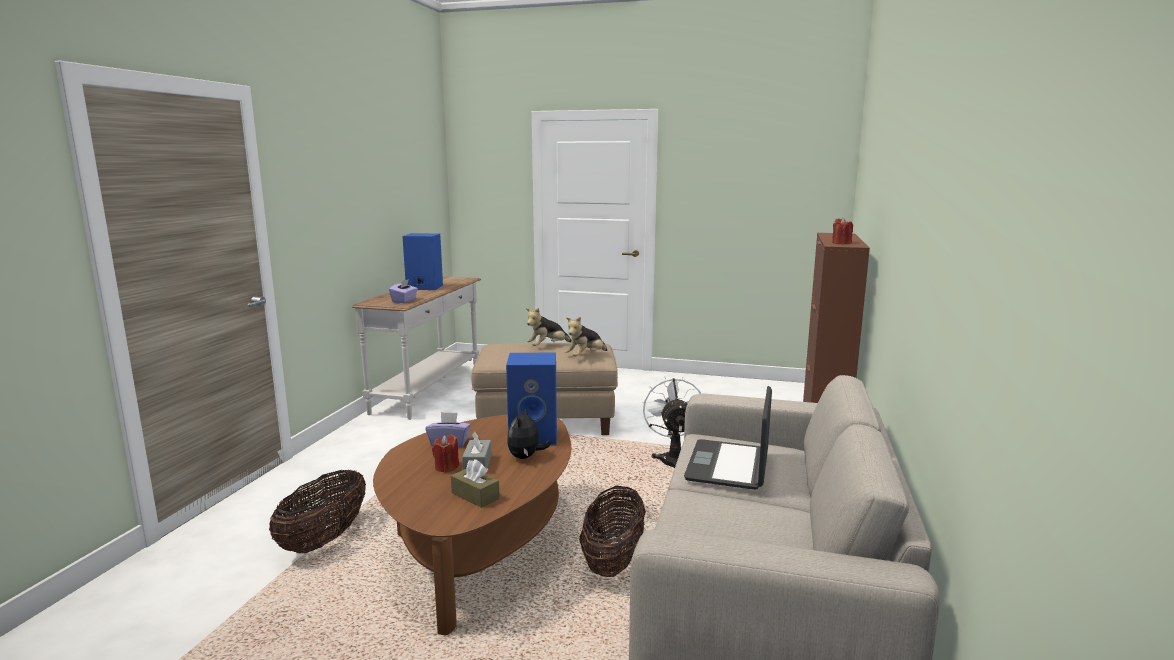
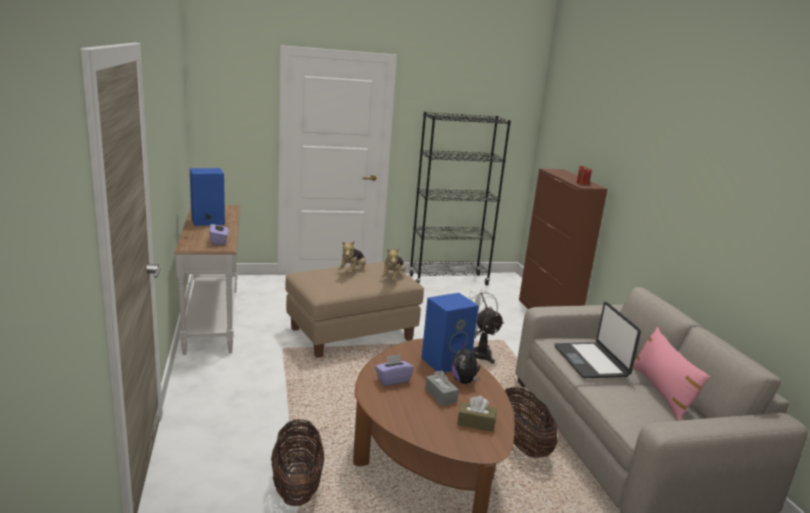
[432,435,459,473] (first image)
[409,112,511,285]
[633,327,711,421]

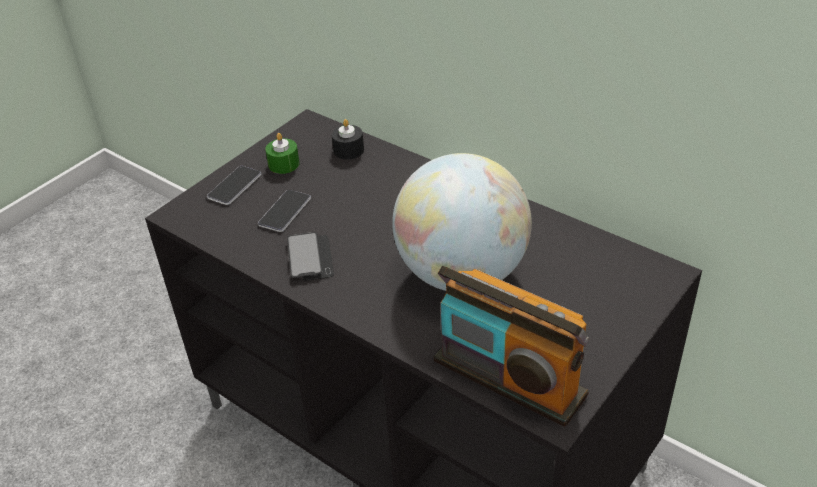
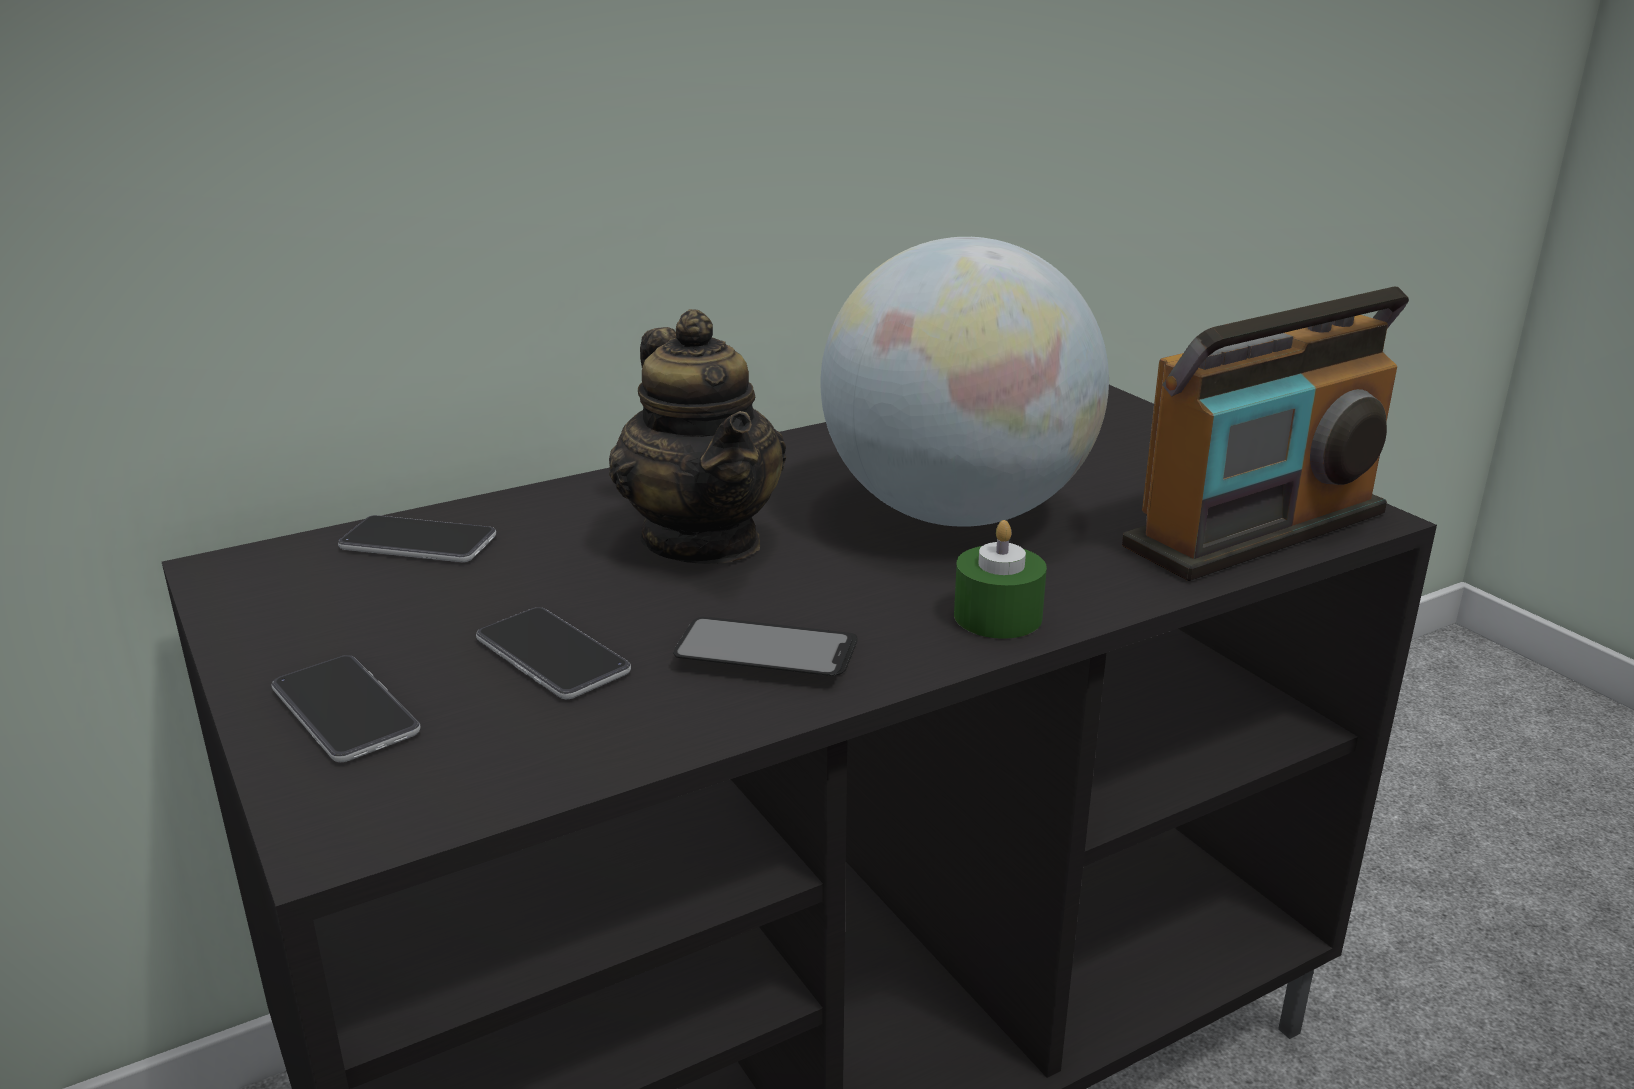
[609,309,786,564]
[954,520,1047,639]
[338,515,496,562]

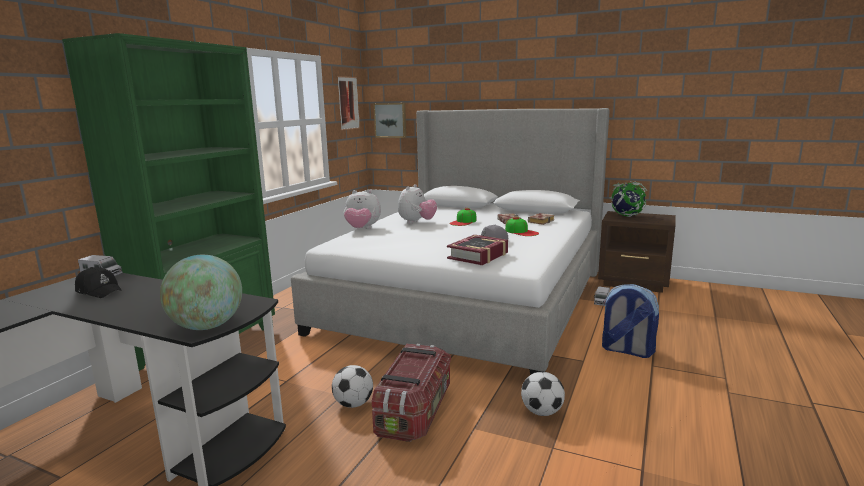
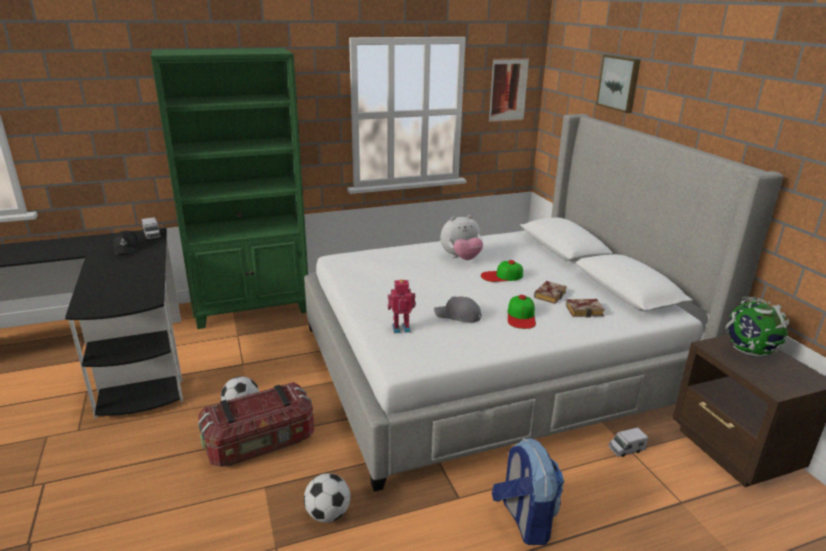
[160,255,242,330] (first image)
[344,190,381,229] (first image)
[596,55,641,113]
[388,279,416,333]

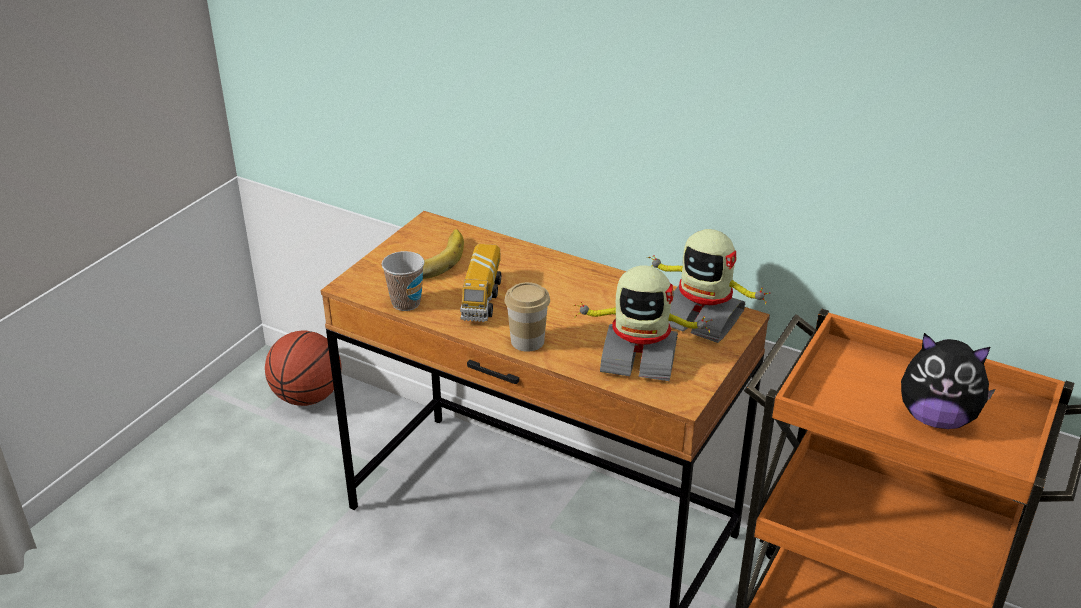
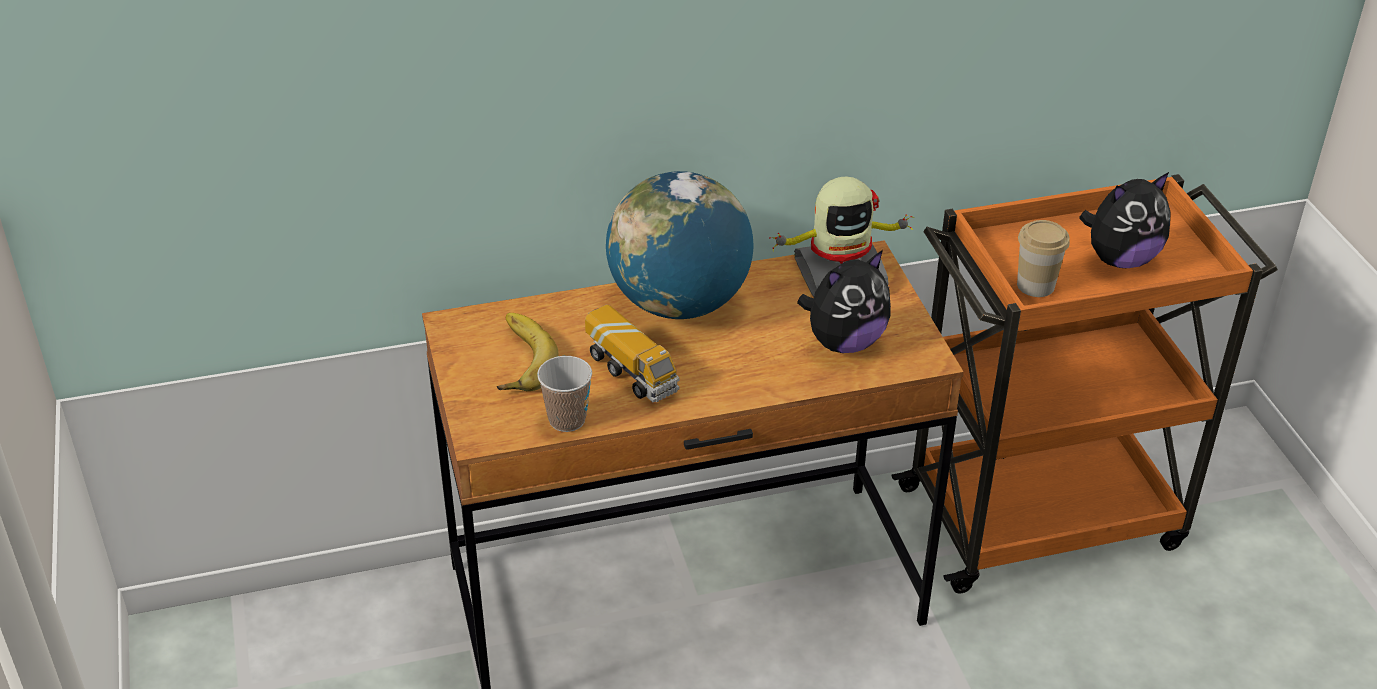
[265,331,341,406] (first image)
[606,171,754,319]
[1017,220,1070,297]
[797,250,891,353]

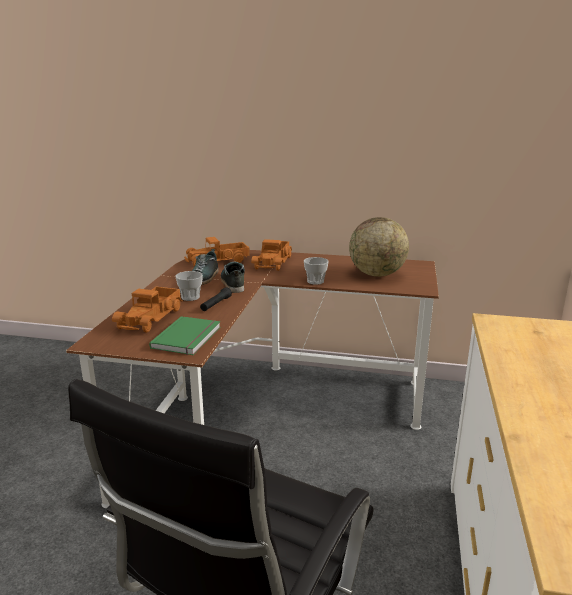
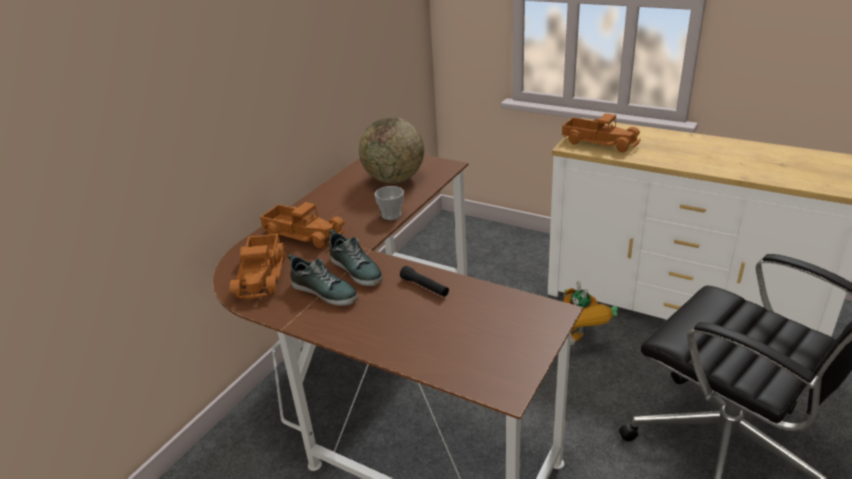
[149,316,221,355] (first image)
[175,271,203,301] (first image)
[563,281,618,345]
[562,113,641,152]
[330,229,382,286]

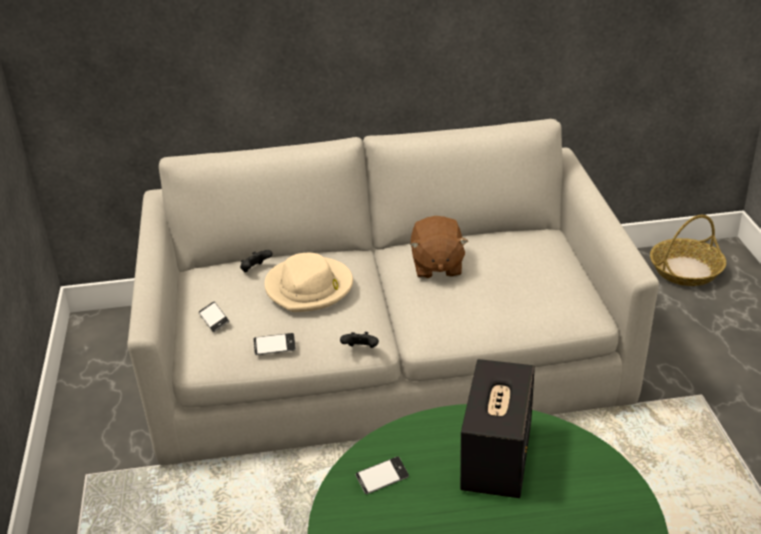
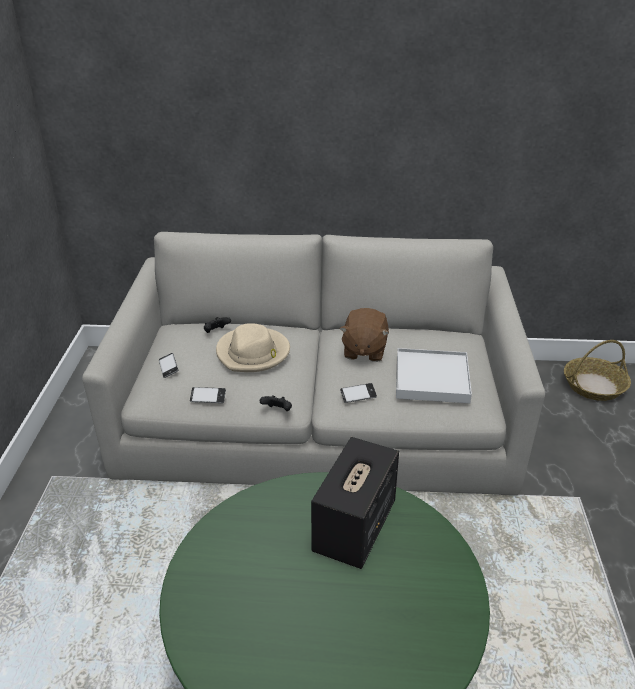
[396,348,472,403]
[340,383,377,403]

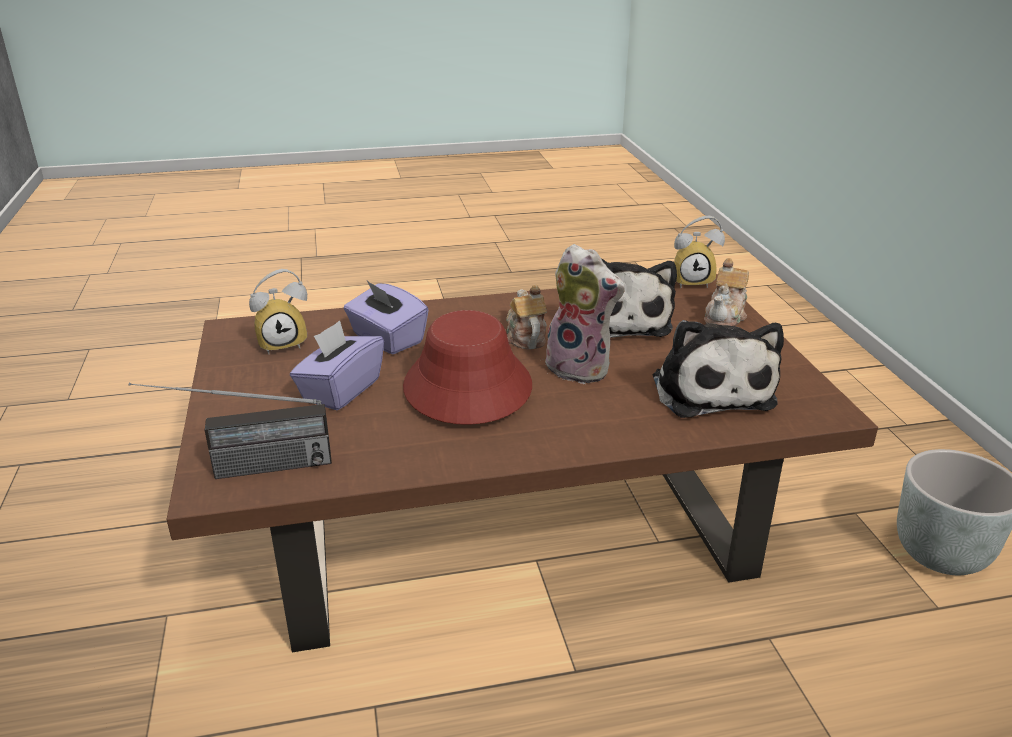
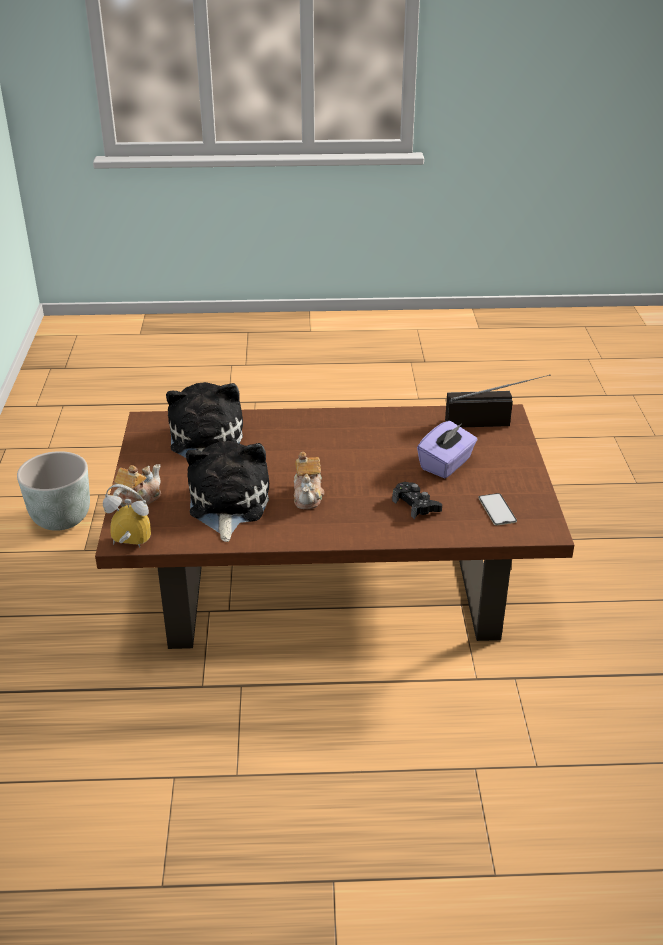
[403,310,532,425] (first image)
[545,244,625,384] (first image)
[478,493,517,525]
[392,482,442,519]

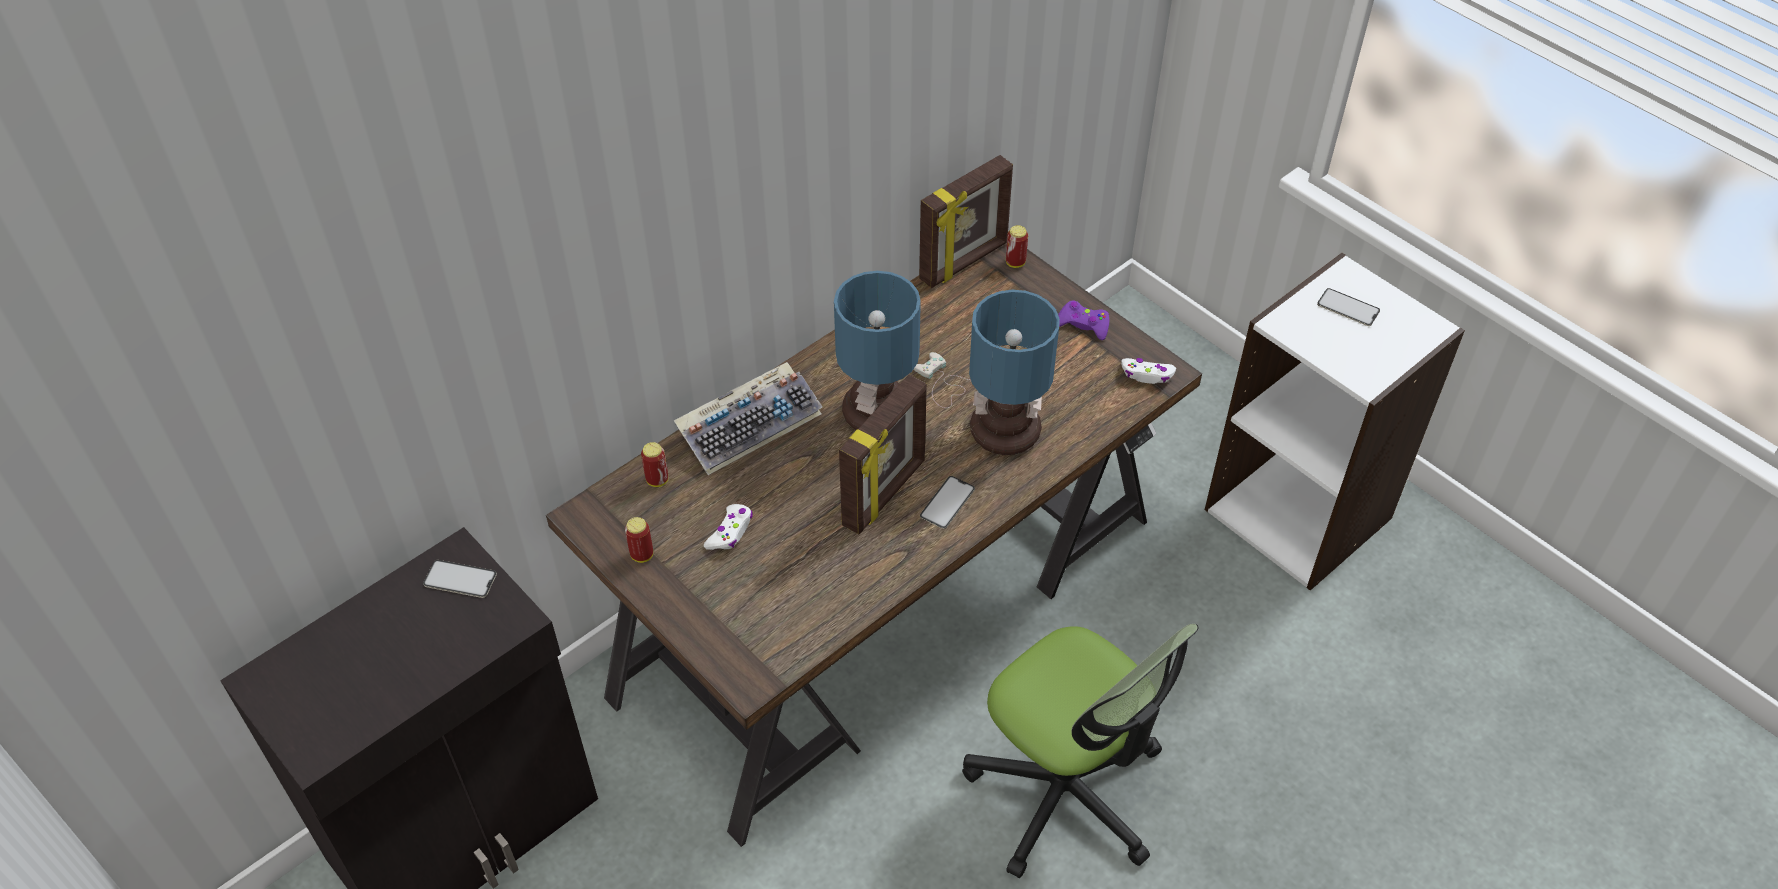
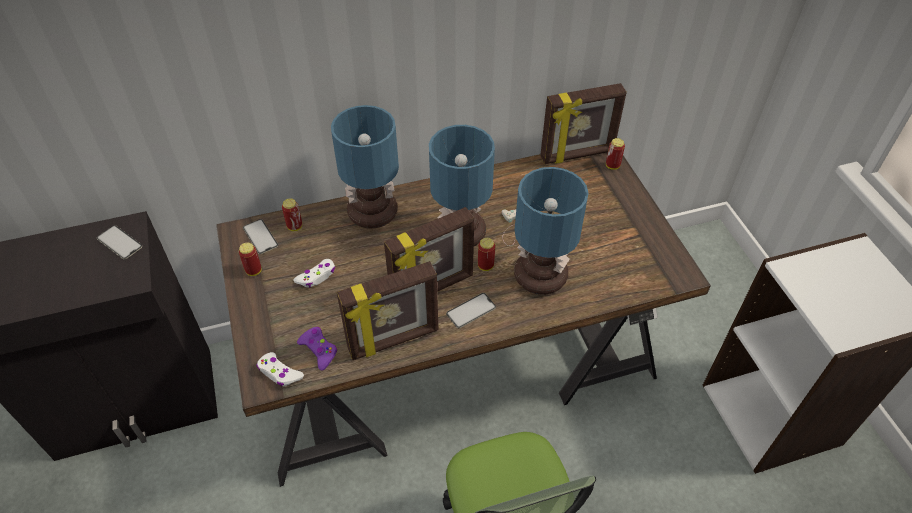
[337,261,439,360]
[478,238,495,271]
[297,327,337,371]
[256,352,304,386]
[243,219,278,254]
[331,105,399,228]

